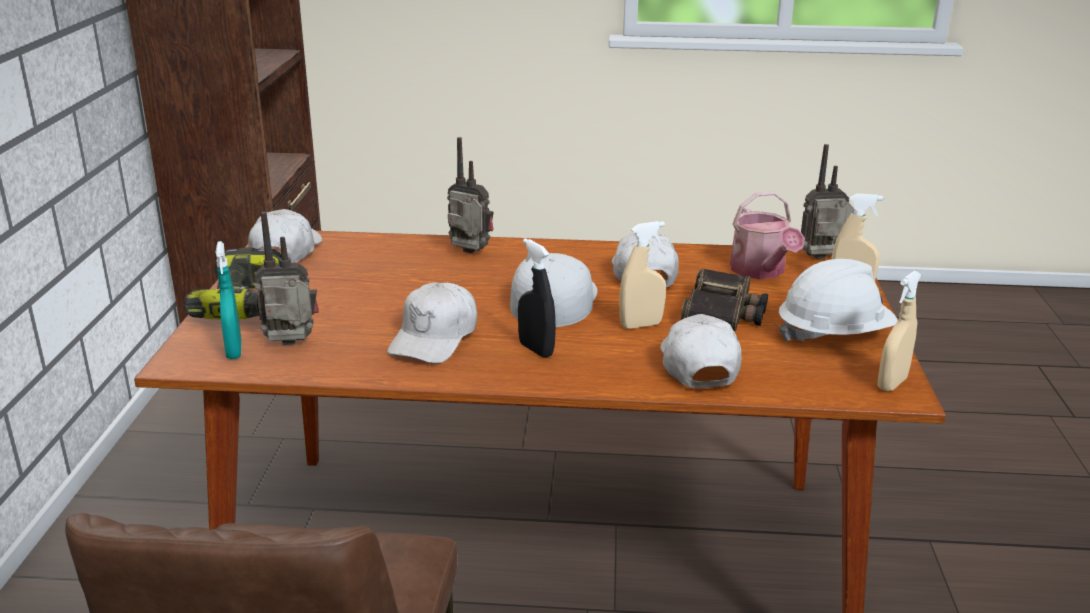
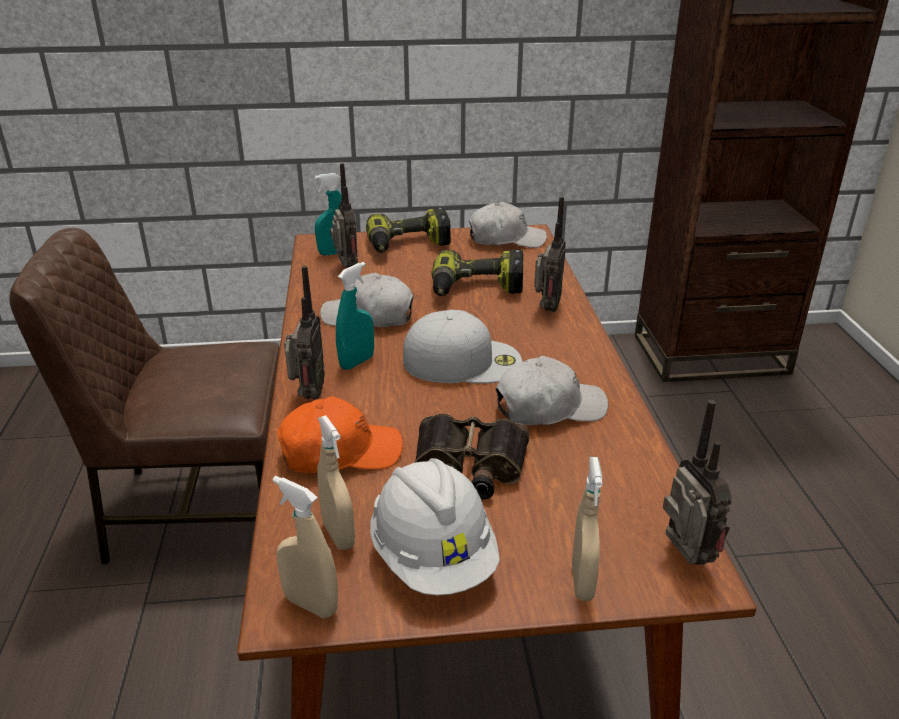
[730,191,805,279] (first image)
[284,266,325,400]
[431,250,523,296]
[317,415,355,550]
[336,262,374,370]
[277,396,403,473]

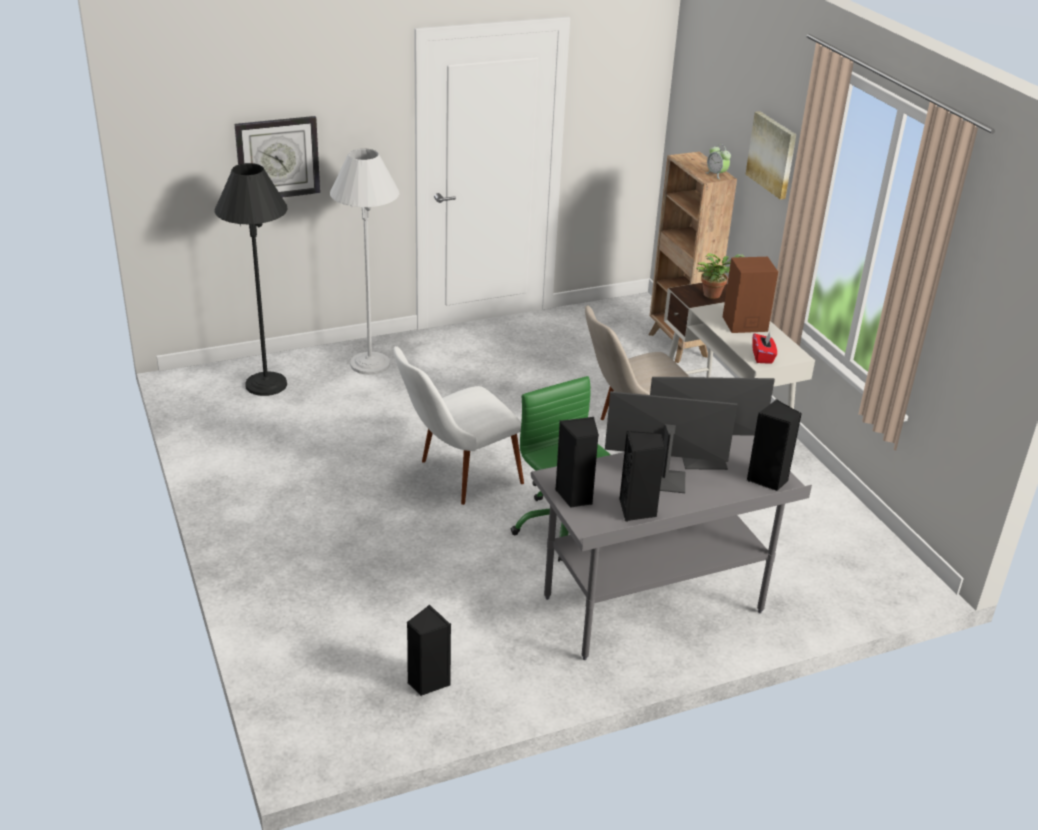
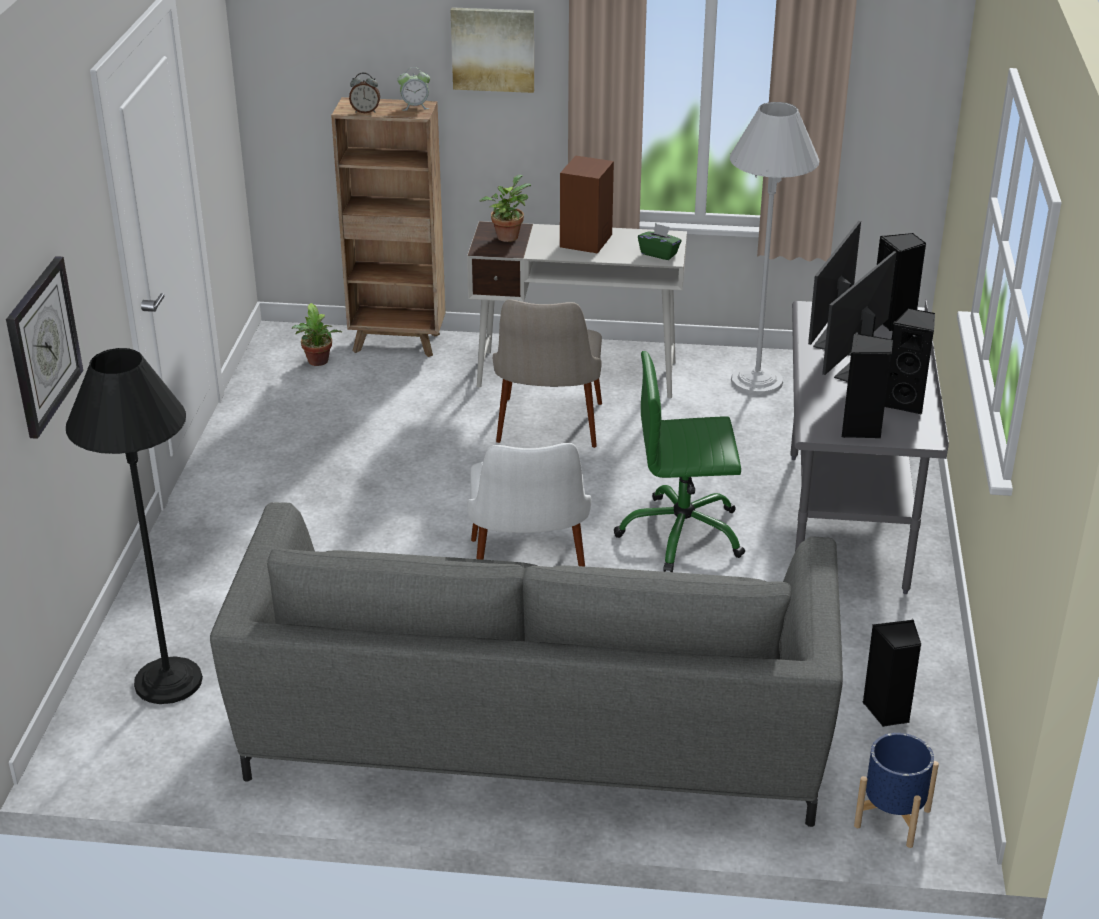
[210,502,843,827]
[292,303,342,366]
[349,72,380,113]
[854,733,939,848]
[730,102,819,395]
[638,223,682,260]

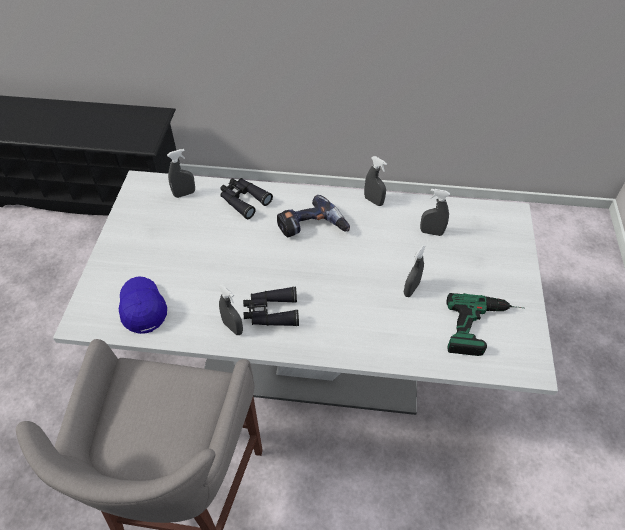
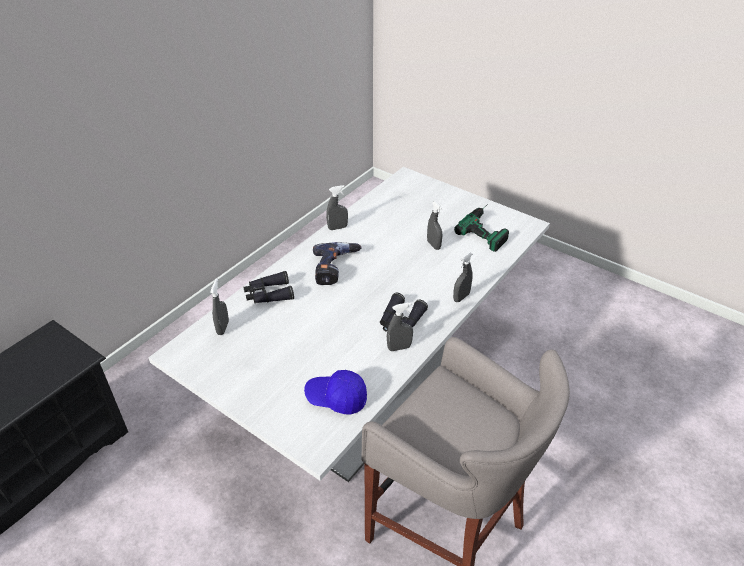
[453,252,473,302]

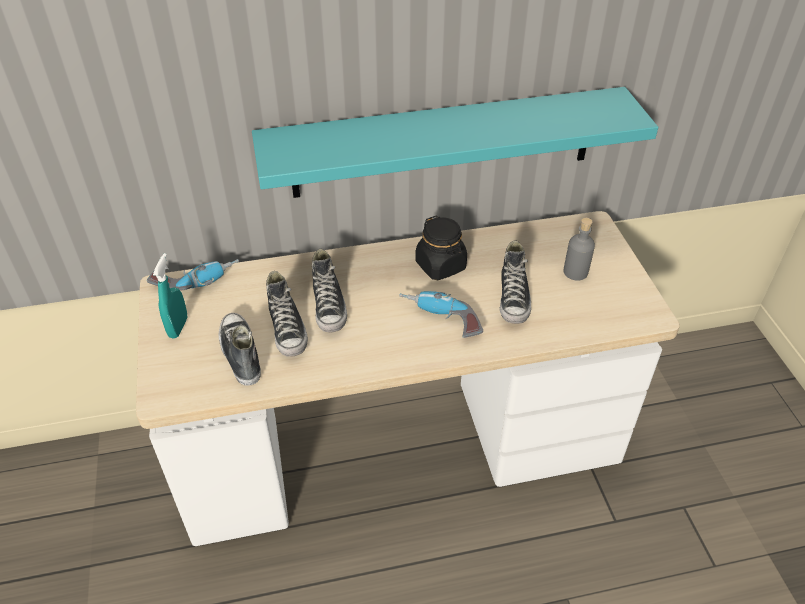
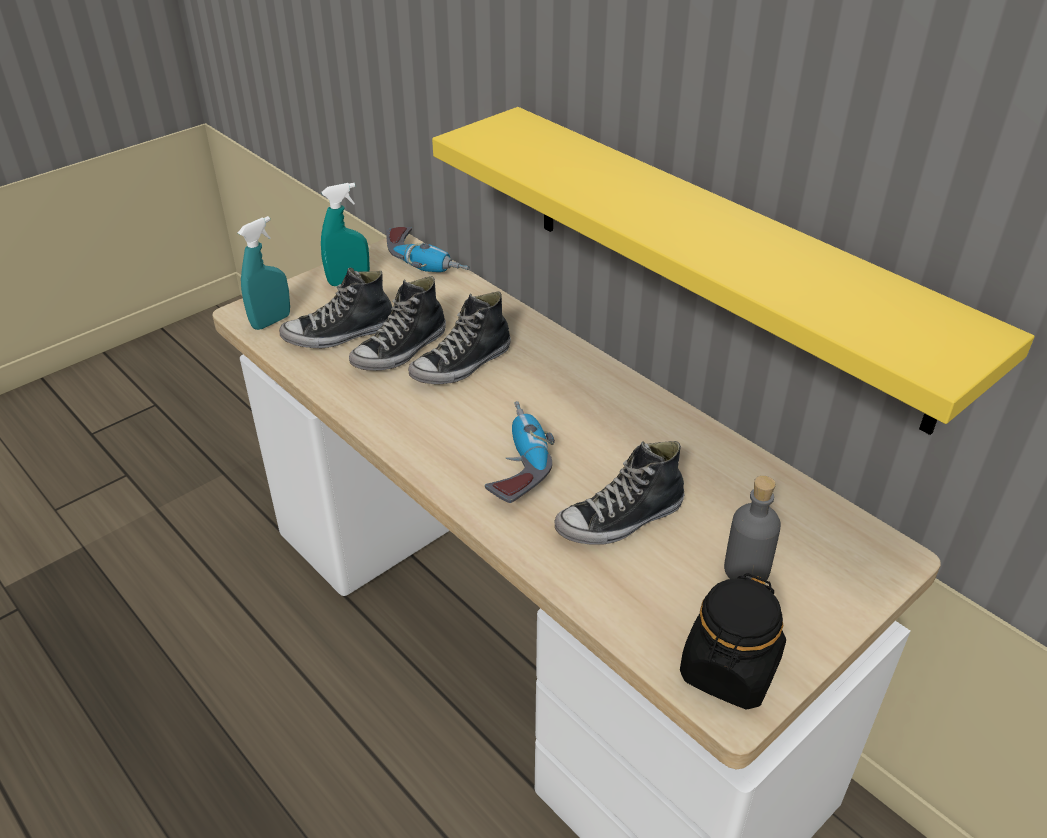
[238,216,290,330]
[680,573,786,709]
[432,107,1034,435]
[279,267,392,349]

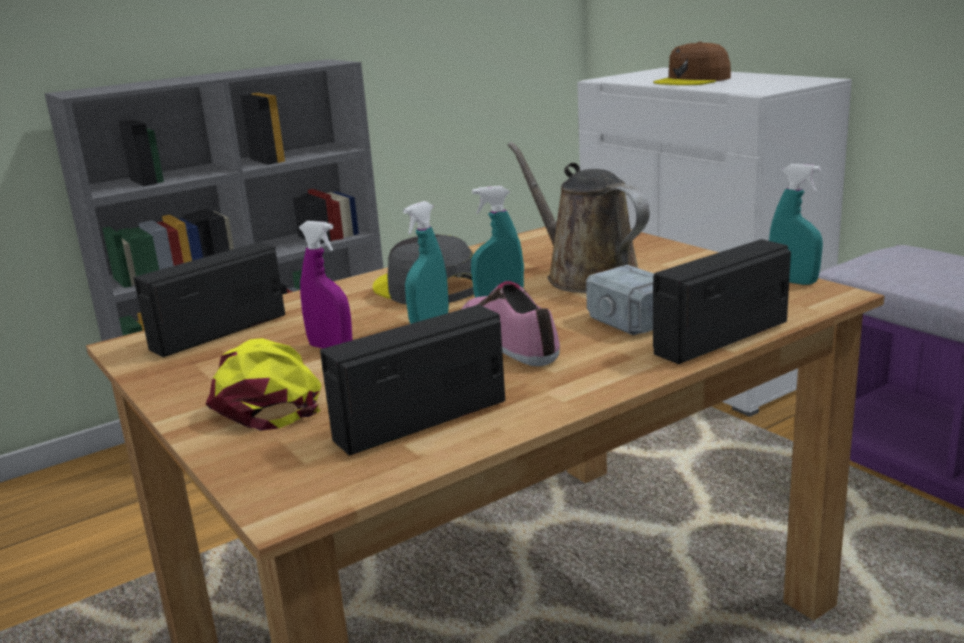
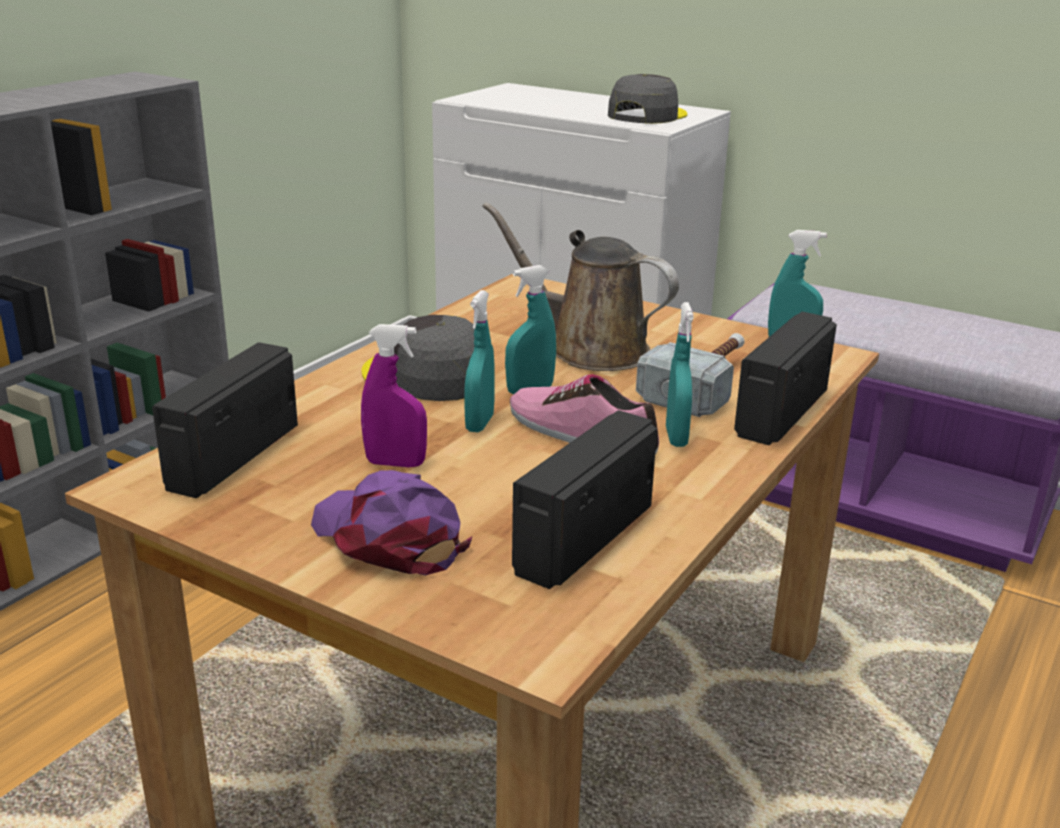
[653,41,731,85] (first image)
[608,74,687,124]
[666,302,694,447]
[311,470,472,576]

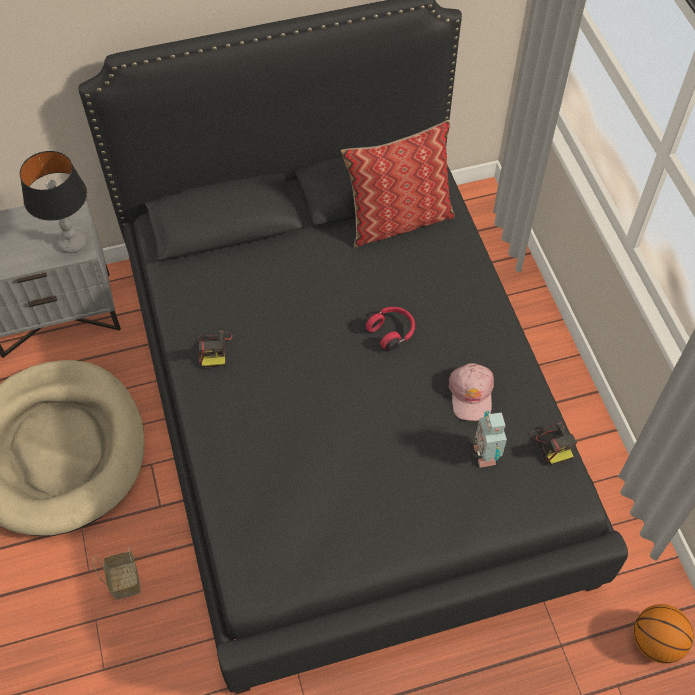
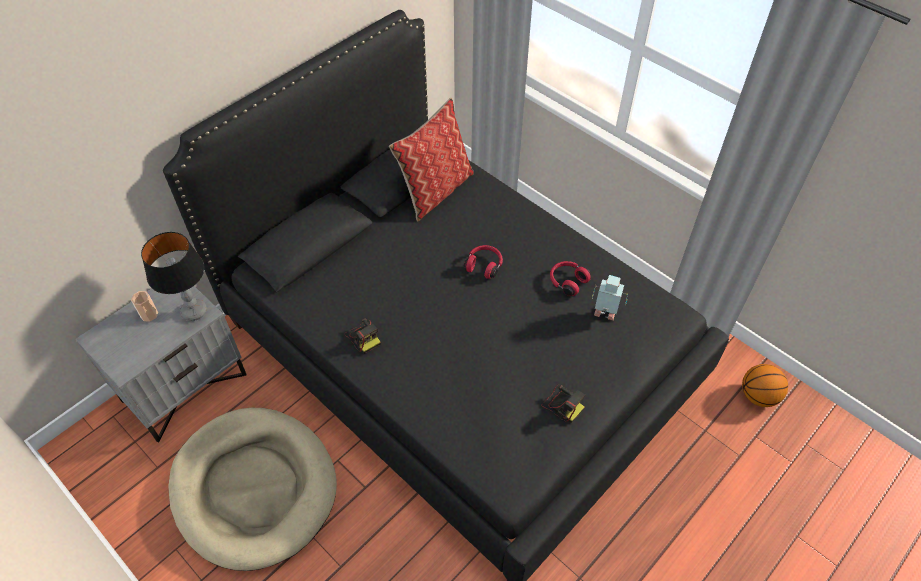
[93,547,141,600] (first image)
[131,291,158,322]
[541,385,585,423]
[550,261,591,296]
[592,275,628,320]

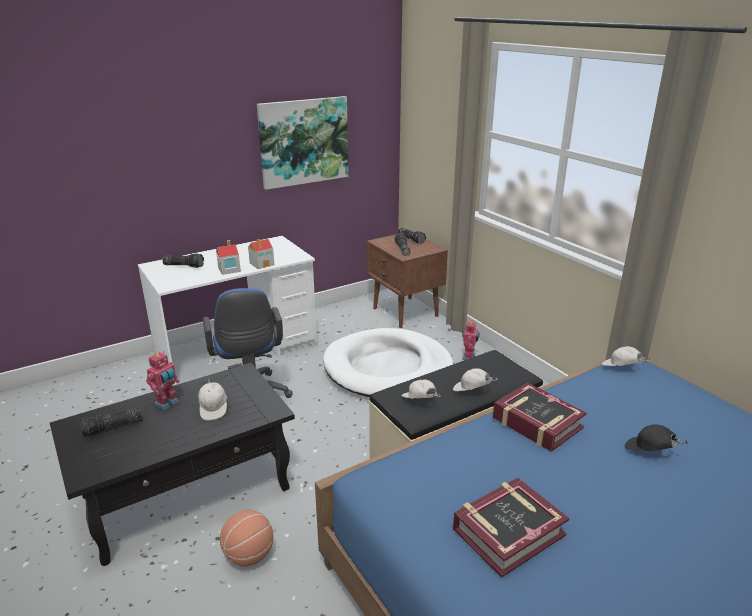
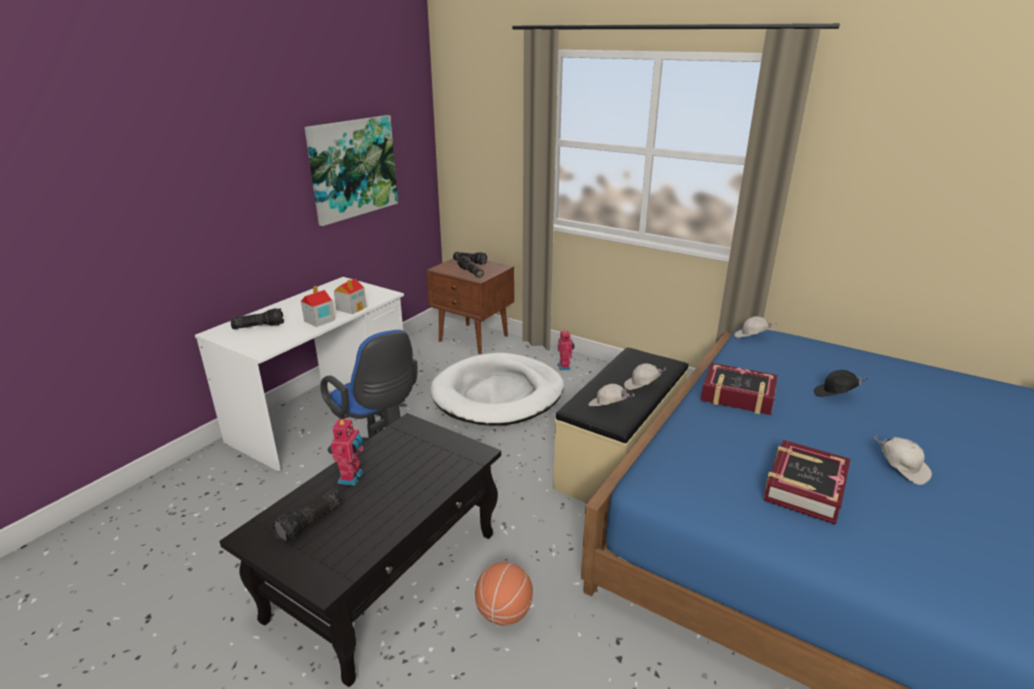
[874,436,932,485]

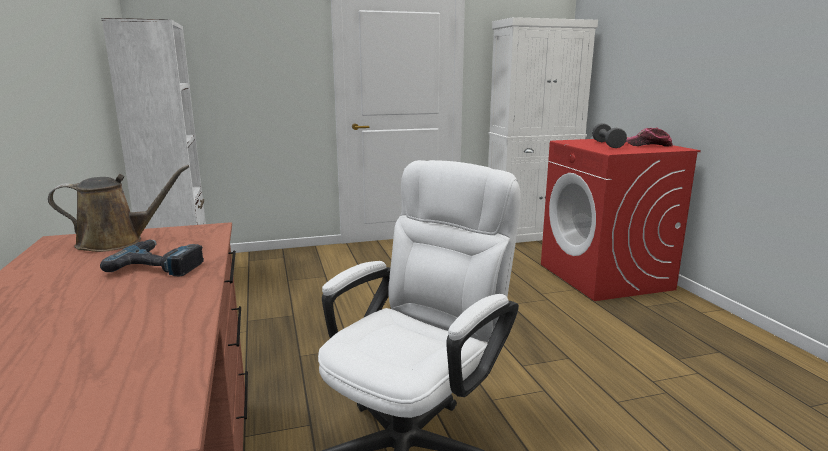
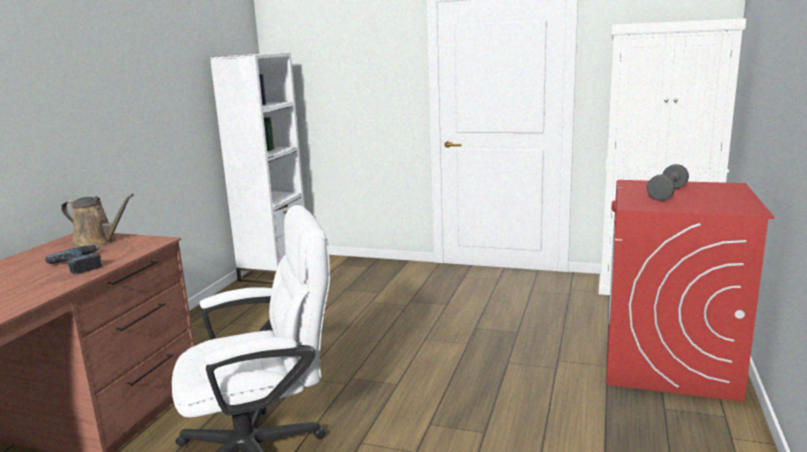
[626,128,673,147] (first image)

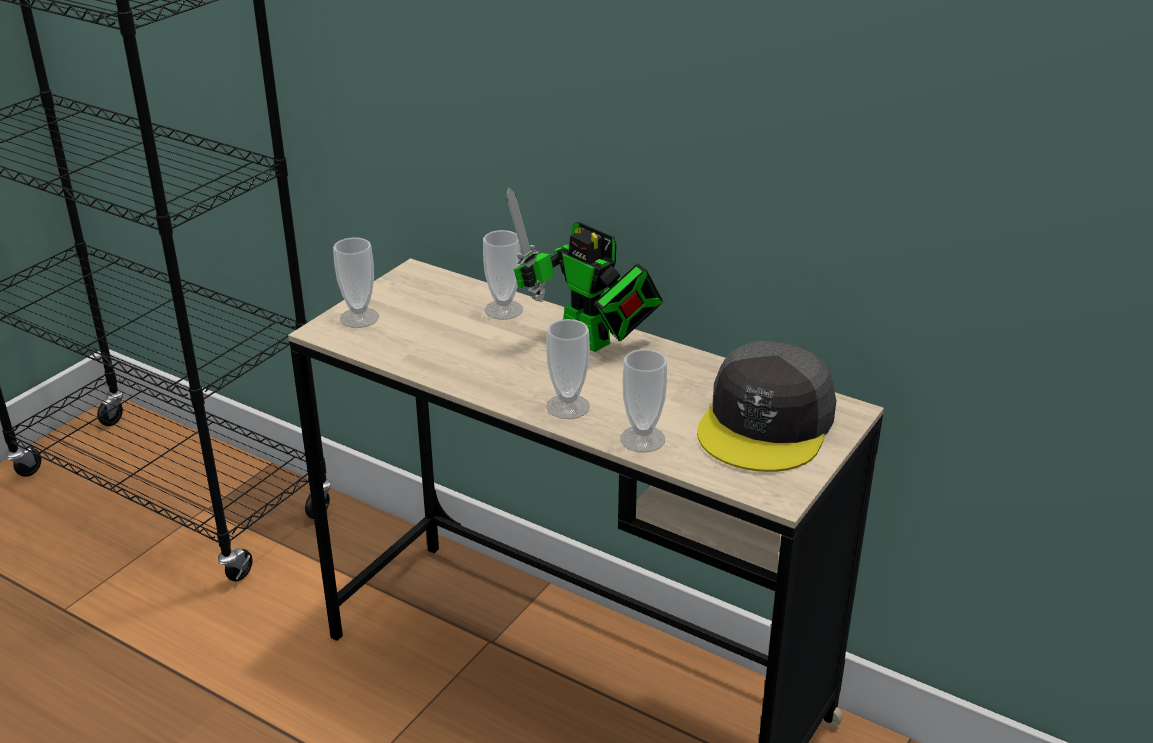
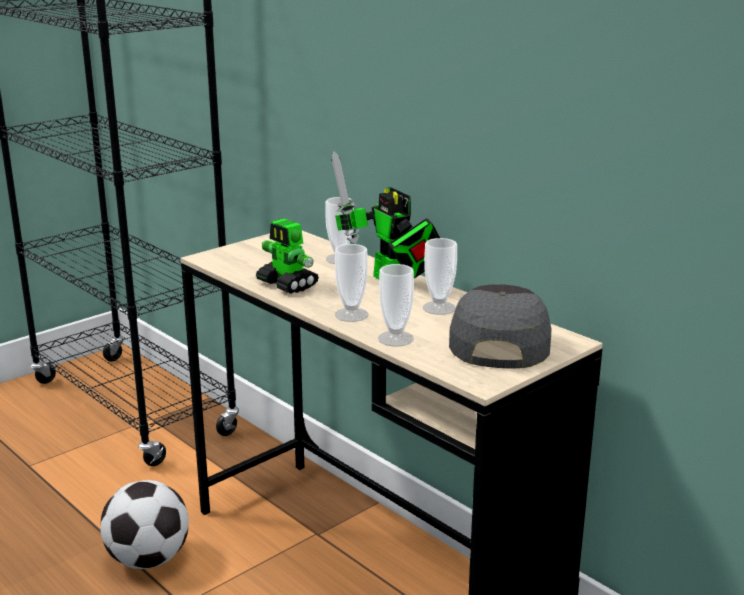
[100,480,189,569]
[256,218,319,294]
[423,238,457,315]
[449,284,551,369]

